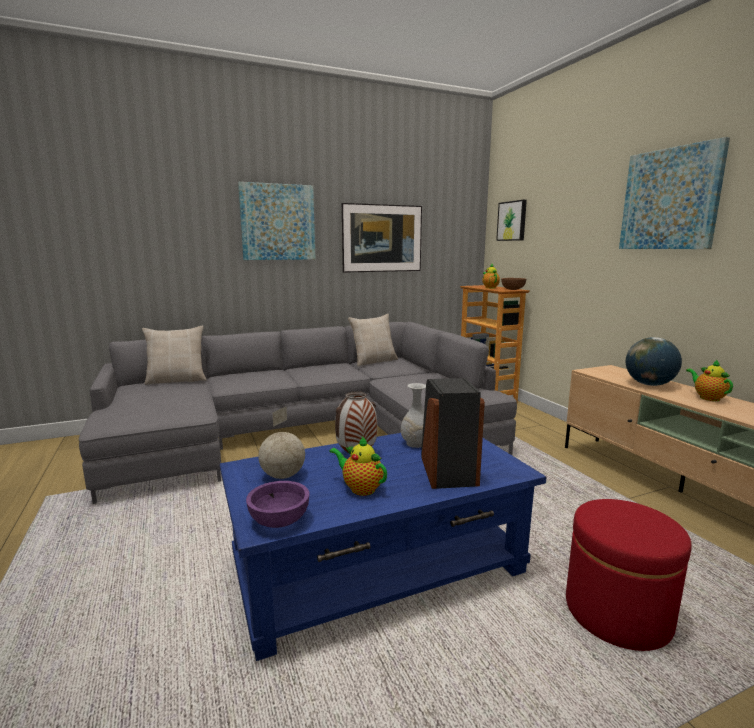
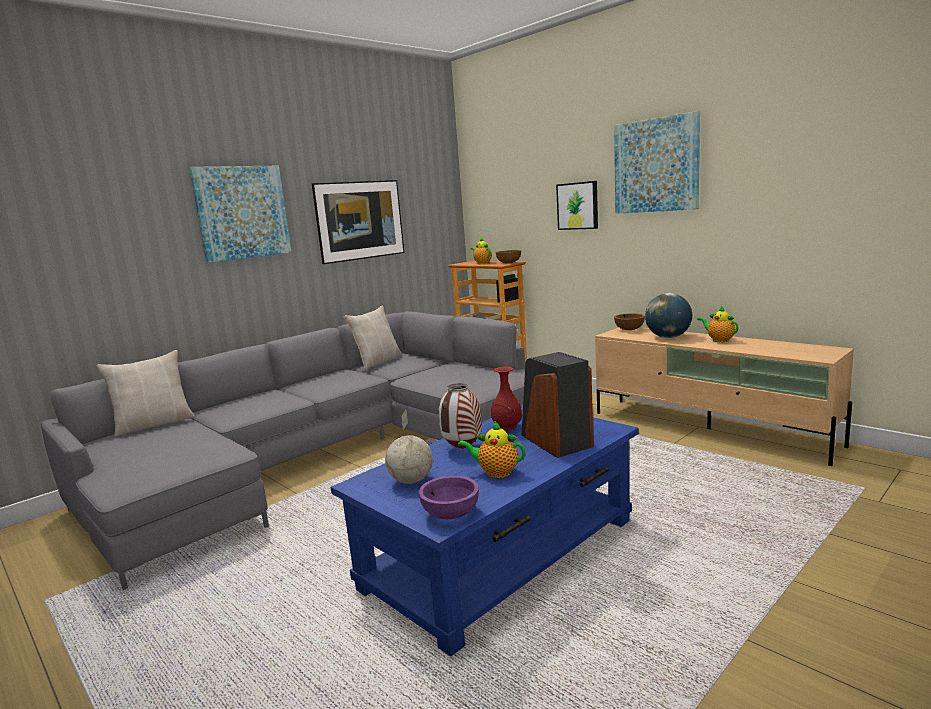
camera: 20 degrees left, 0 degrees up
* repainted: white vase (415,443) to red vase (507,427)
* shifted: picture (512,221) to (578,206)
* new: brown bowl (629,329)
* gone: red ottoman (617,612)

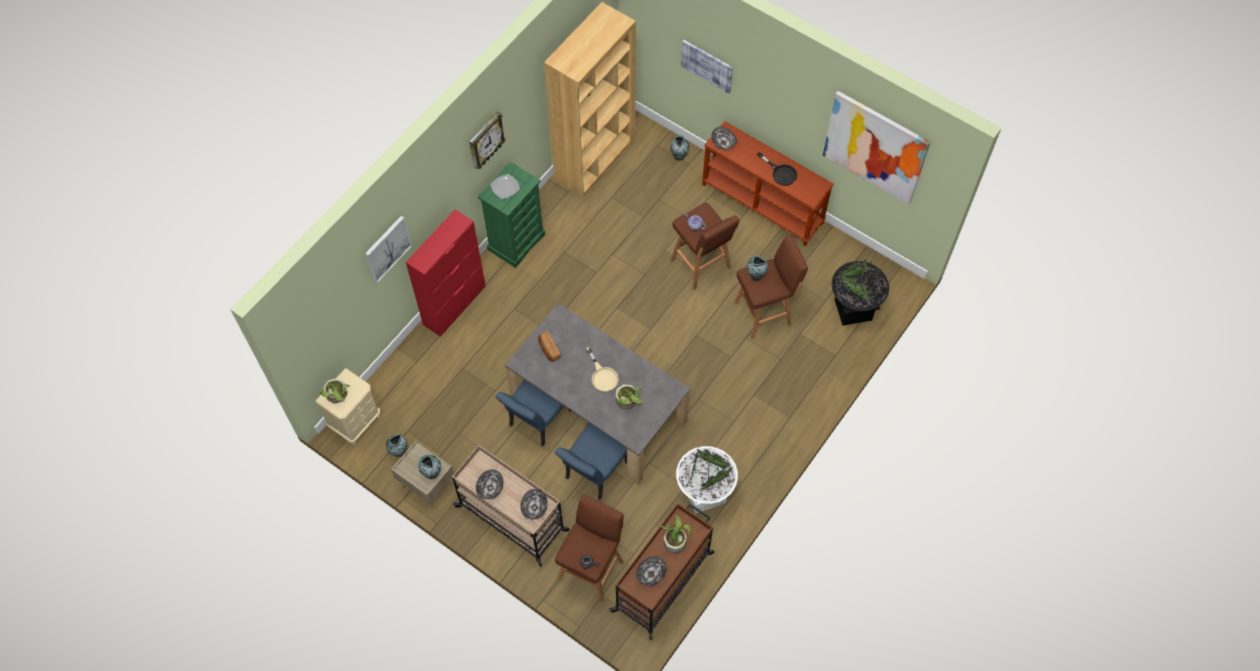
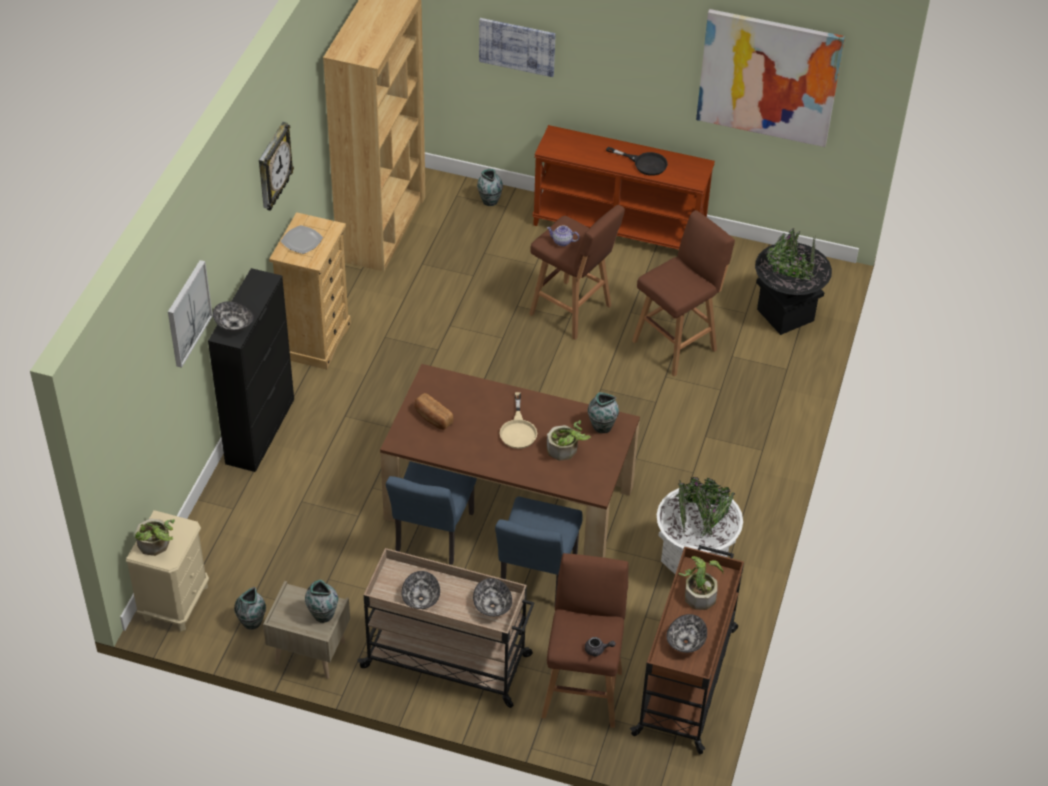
camera: 20 degrees left, 15 degrees down
* repainted: red cabinet (455,305) to black cabinet (260,431)
* shifted: bowl (723,143) to (234,325)
* repainted: green dresser (516,241) to beige dresser (315,340)
* repainted: grey dining table (599,409) to brown dining table (509,502)
* rotated: beige frying pan (602,375) = (518,430) 45 degrees clockwise
* shifted: vase (755,275) to (601,426)

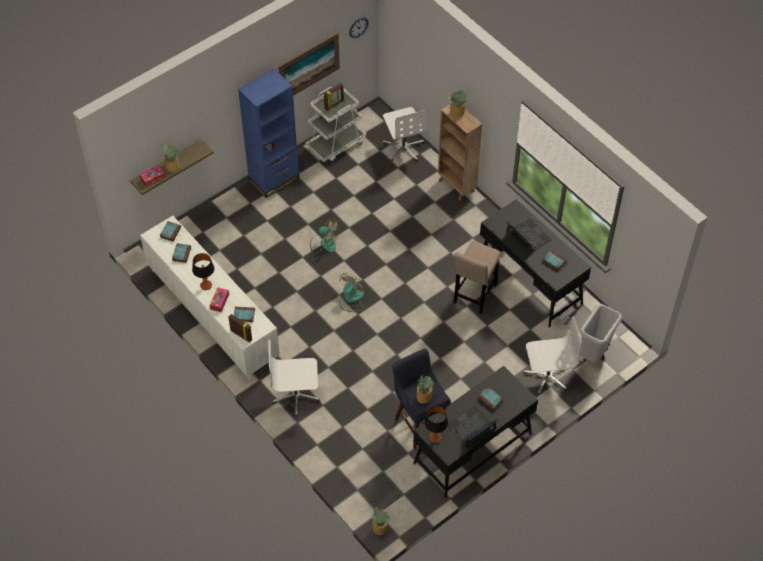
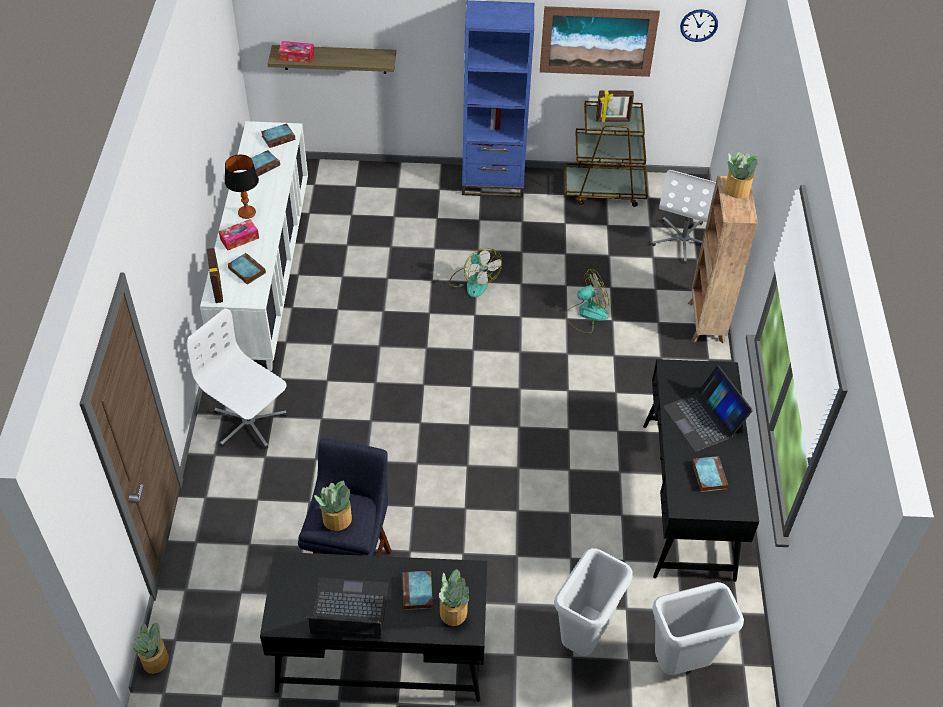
camera: 40 degrees right, 5 degrees down
* shifted: potted plant (172,166) to (453,611)
* swapped: white office chair (547,375) to grey trash can (584,639)
* repainted: white cart (336,144) to brown cart (604,189)
* shifted: fan (351,299) to (586,314)
* rotated: laptop (527,237) = (704,419) 150 degrees clockwise
* gone: table lamp (435,437)
* gone: beige stool (474,296)

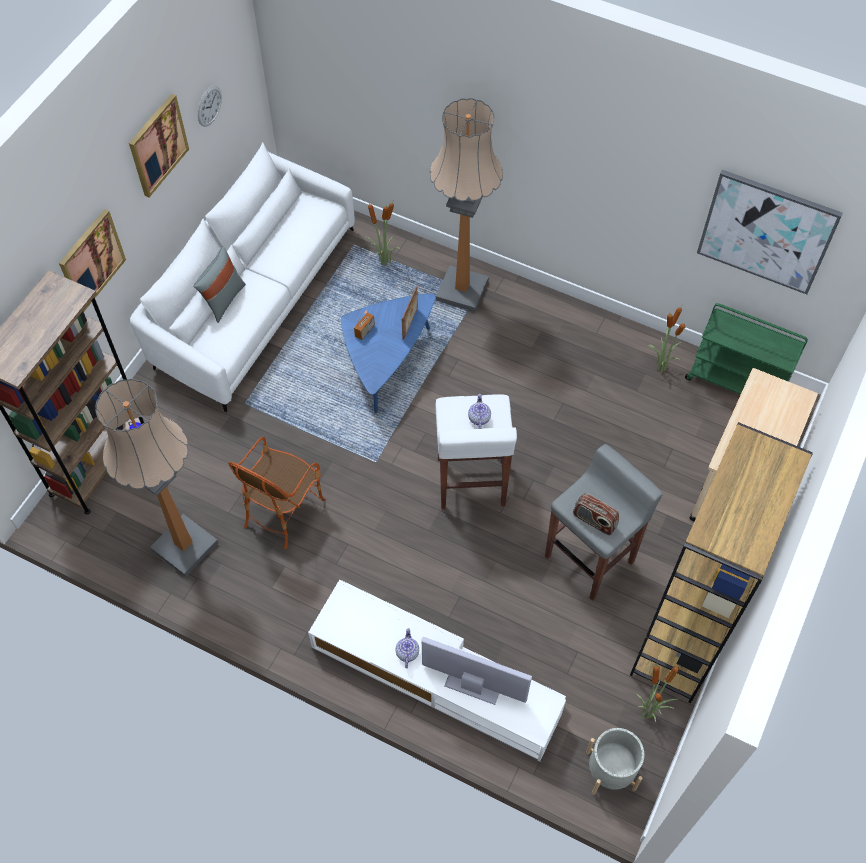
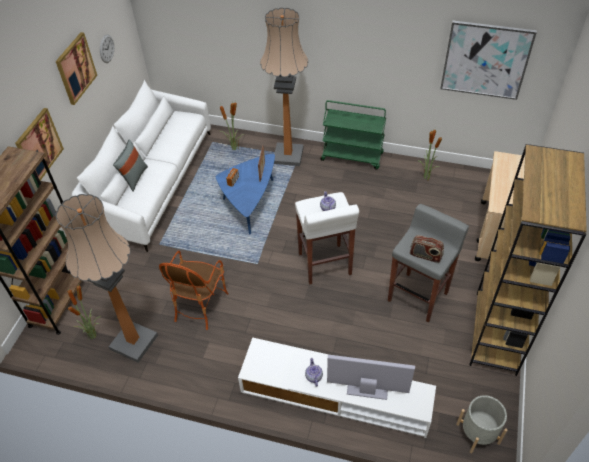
camera: 10 degrees left, 10 degrees down
* shifted: potted plant (648,713) to (93,335)
* shifted: green cart (736,382) to (352,157)

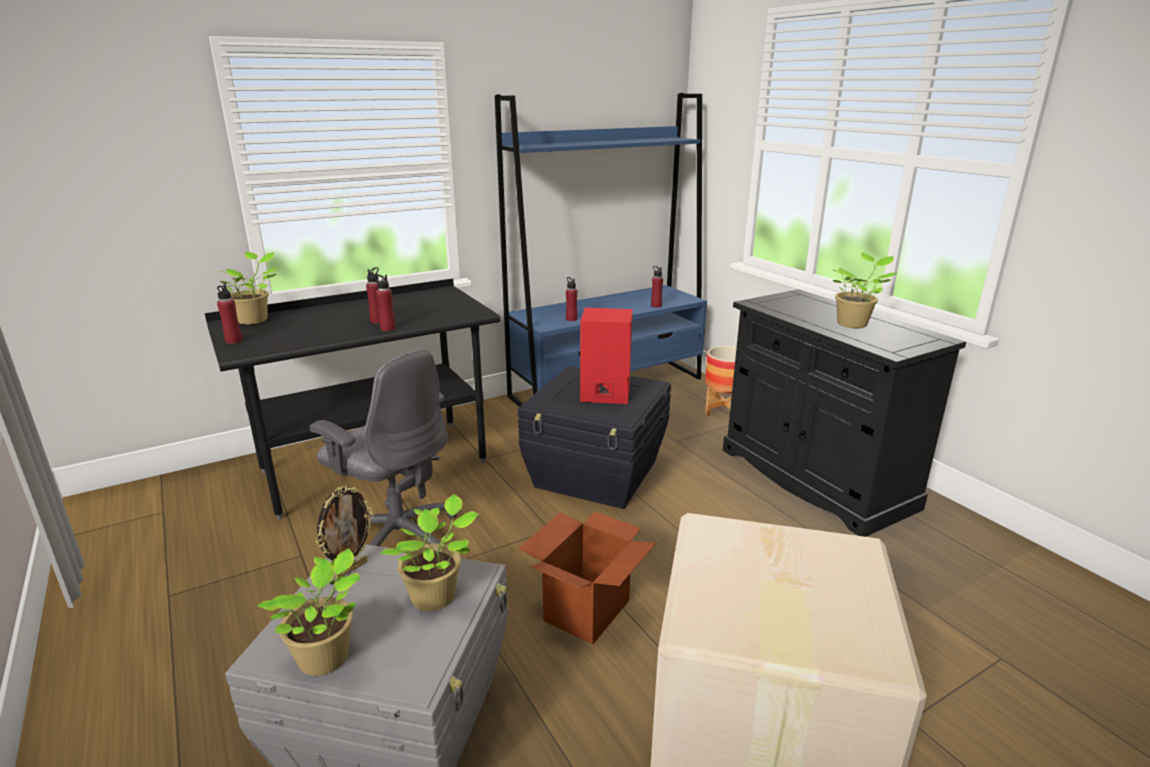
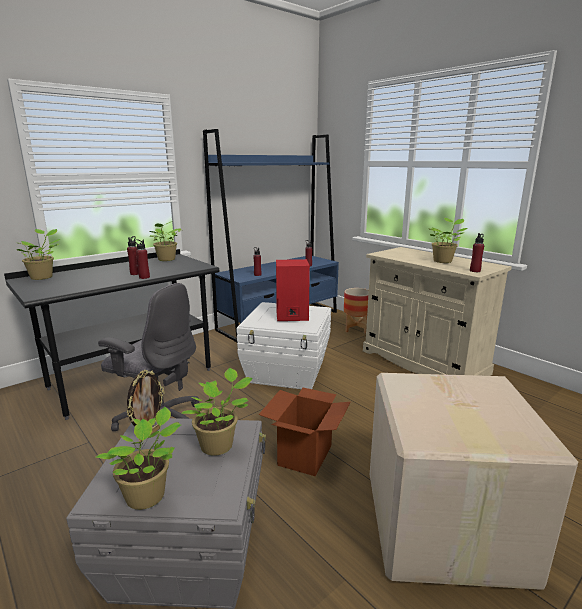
camera: 10 degrees left, 5 degrees down
* new: potted plant (166,259)
* repainted: black storage box (597,475) to white storage box (287,371)
* repainted: black cabinet (815,478) to beige cabinet (423,362)
* shifted: red bottle (234,341) to (475,271)

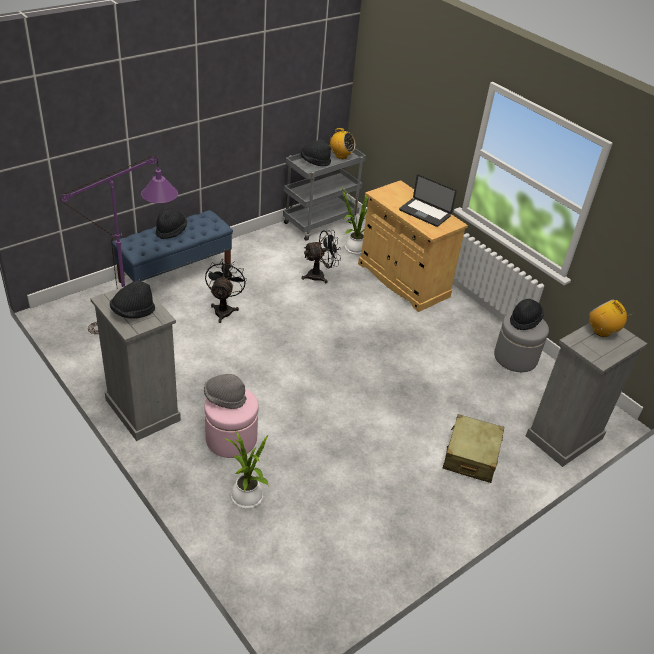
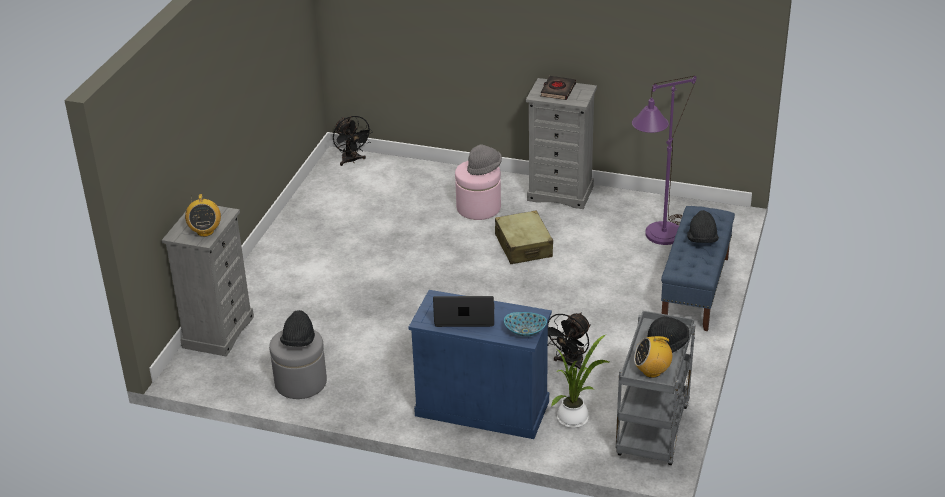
camera: 150 degrees right, 5 degrees down
* rotated: radio (602,331) = (205,231) 60 degrees clockwise
* shifted: black fan (224,309) to (352,161)
* repainted: beige cabinet (403,280) to blue cabinet (482,408)
* shifted: beige suitcase (471,456) to (523,246)
* new: bowl (525,332)
* swapped: black hat (133,312) to black book (557,90)
* gone: potted plant (247,499)

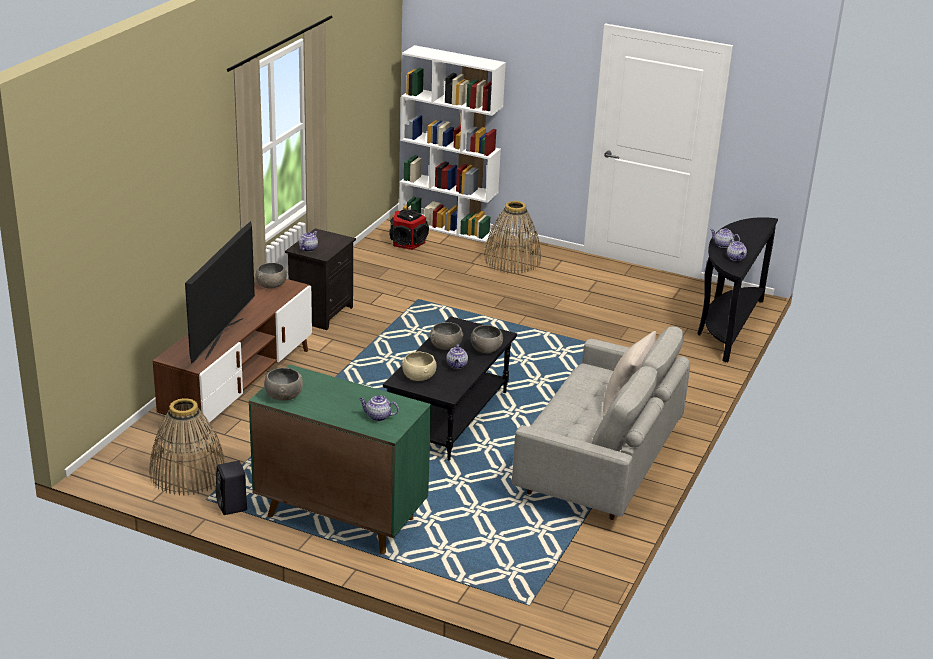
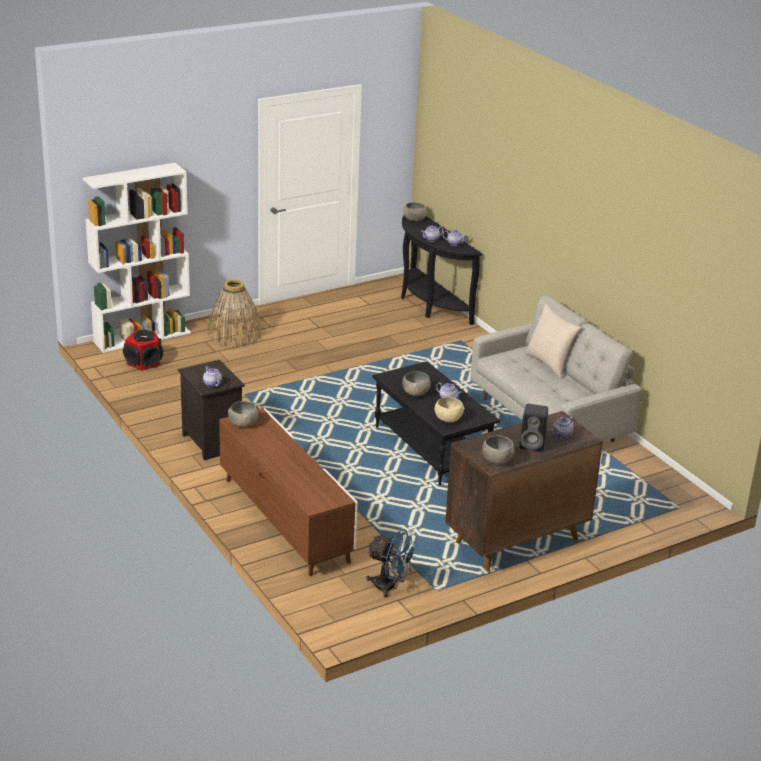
camera: 55 degrees left, 0 degrees up
* swapped: basket (188,473) to blue fan (390,587)
* shifted: grey bowl (485,349) to (414,219)
* repainted: green cabinet (339,517) to brown cabinet (516,541)
* shifted: black speaker (232,506) to (533,444)
* gone: television (223,338)

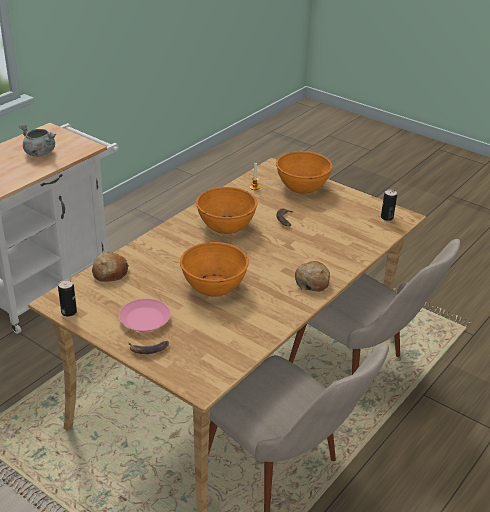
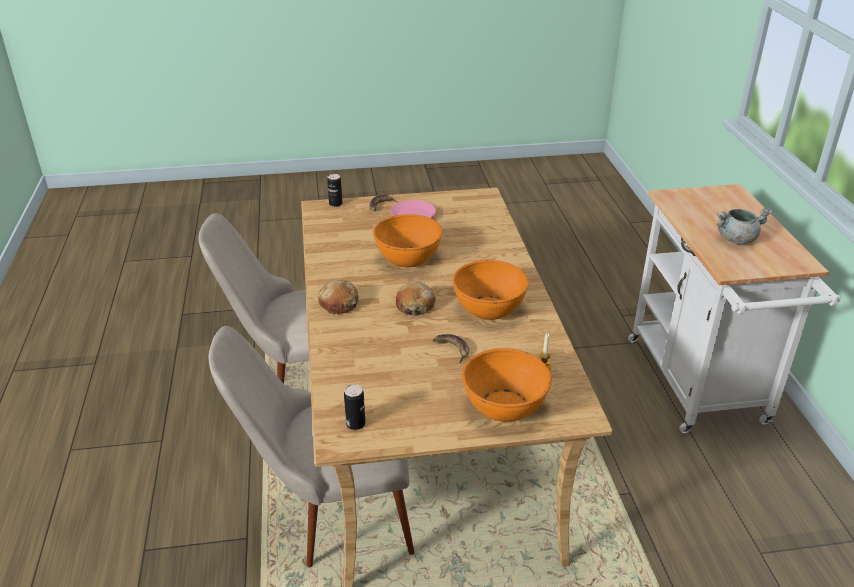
camera: 135 degrees right, 0 degrees up
* shifted: can (69,312) to (335,204)
* shifted: bread (109,272) to (415,305)

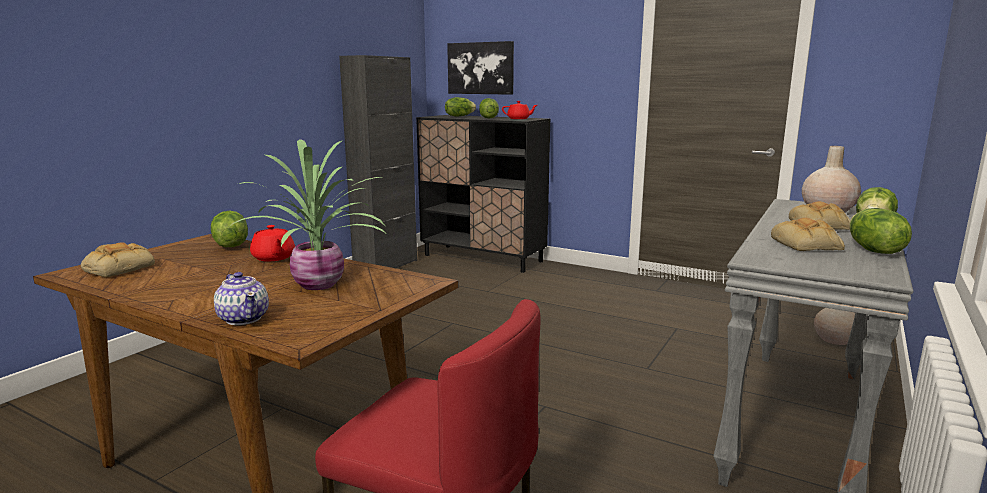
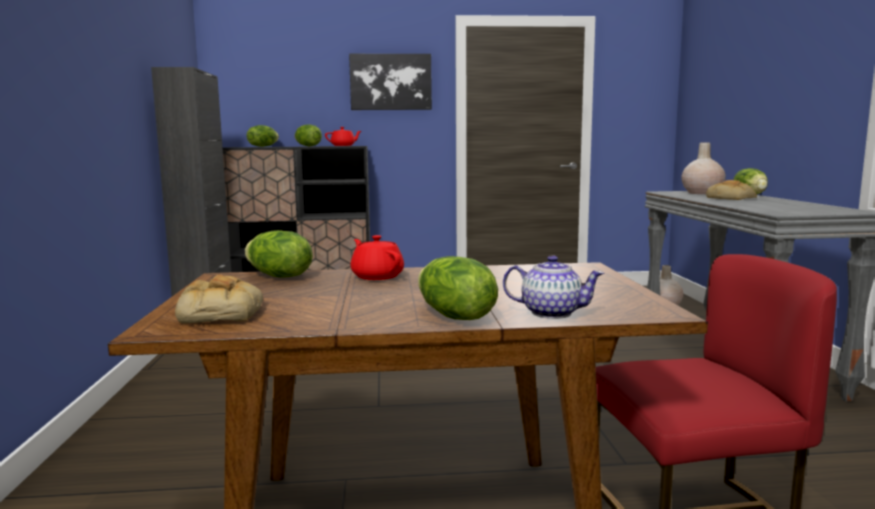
camera: 35 degrees left, 5 degrees down
* shifted: picture (481,68) to (390,82)
* rotated: red teapot (273,258) = (377,276) 150 degrees counterclockwise
* shifted: lettuce (873,250) to (454,316)
* gone: potted plant (321,284)
* gone: bread (807,245)

